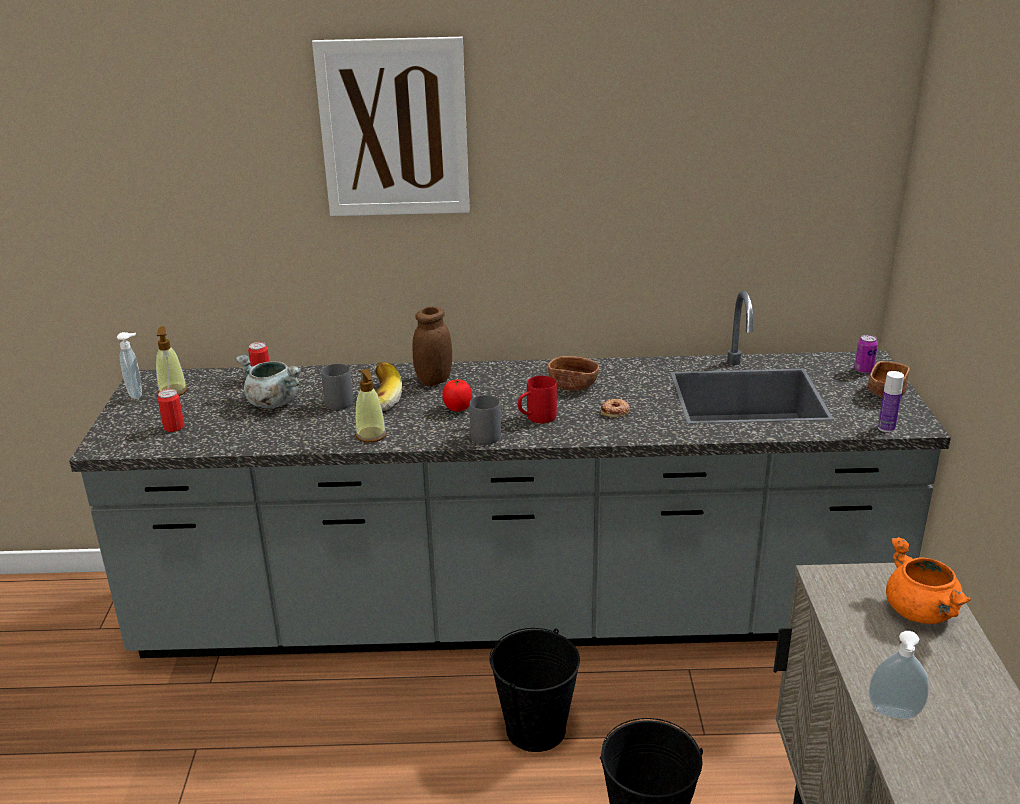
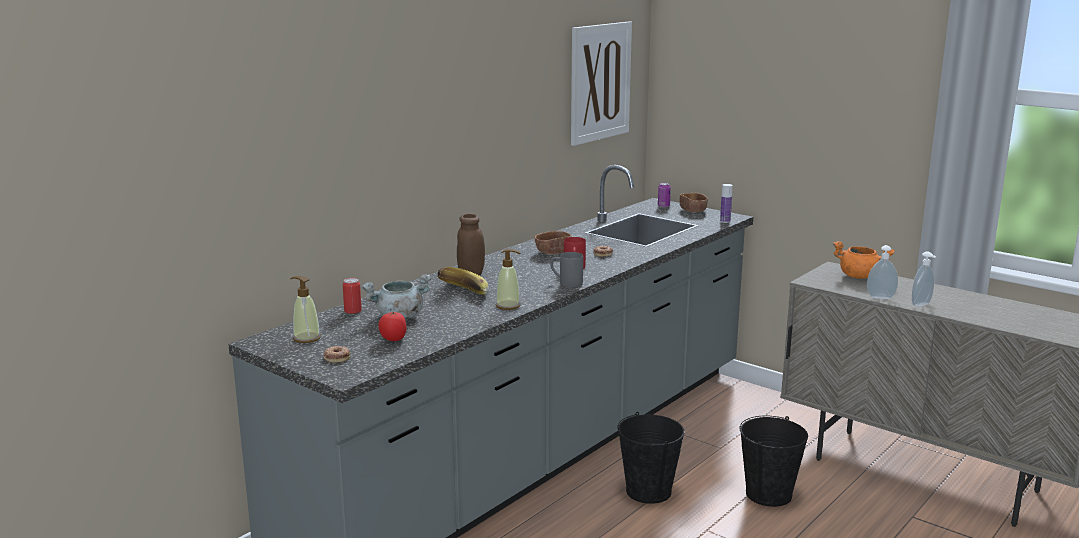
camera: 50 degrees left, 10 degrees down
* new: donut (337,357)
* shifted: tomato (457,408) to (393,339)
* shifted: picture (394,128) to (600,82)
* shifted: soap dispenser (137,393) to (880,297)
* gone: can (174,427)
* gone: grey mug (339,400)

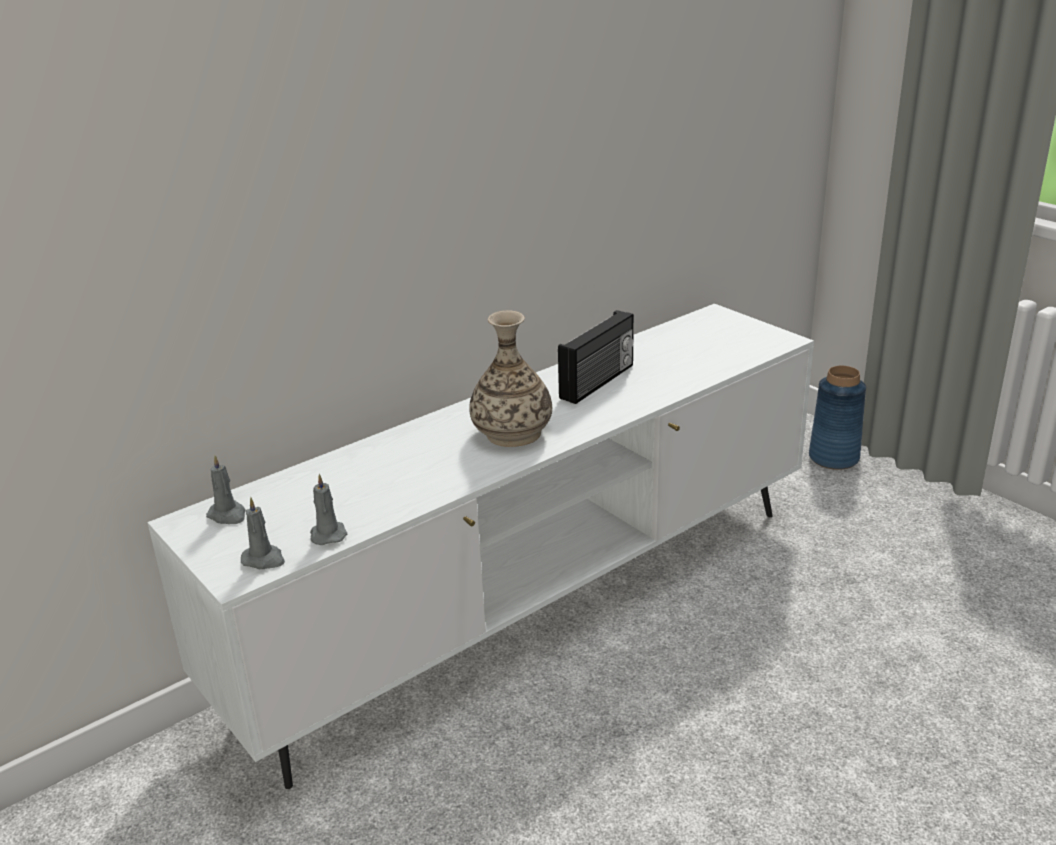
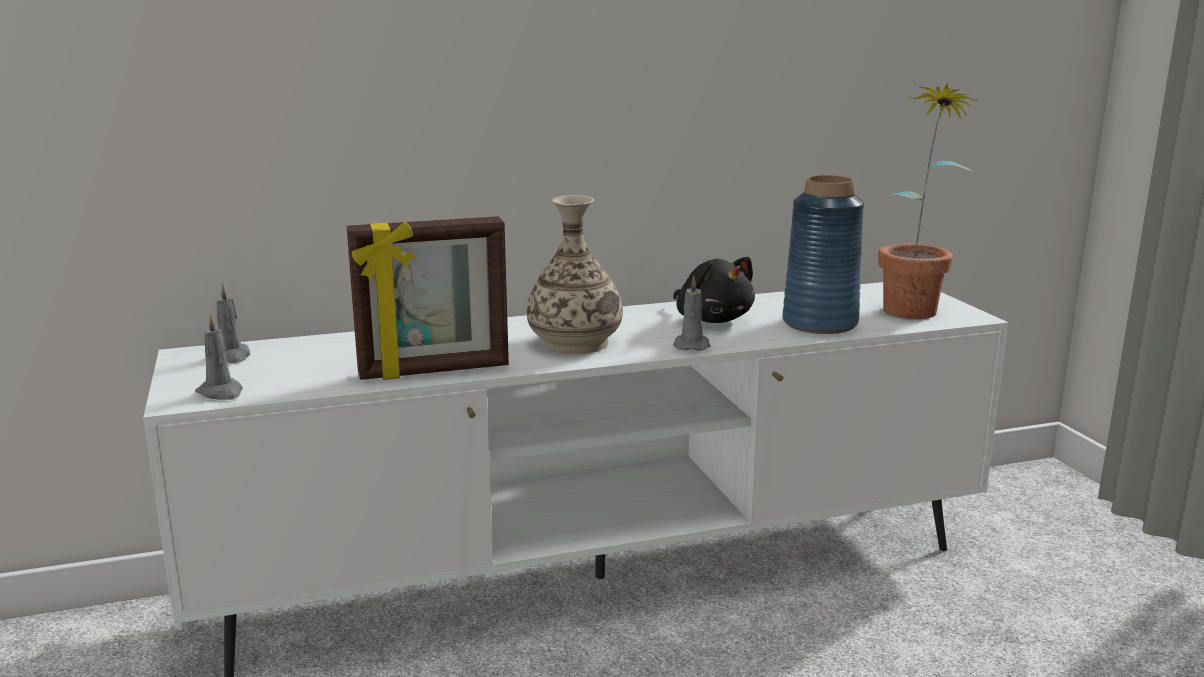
camera: 20 degrees right, 10 degrees down
* new: picture frame (434,371)
* swapped: radio (598,382) to black plush toy (712,319)
* shifted: grey candle (328,534) to (691,345)
* shifted: blue vase (834,458) to (820,323)
* new: potted plant (915,307)

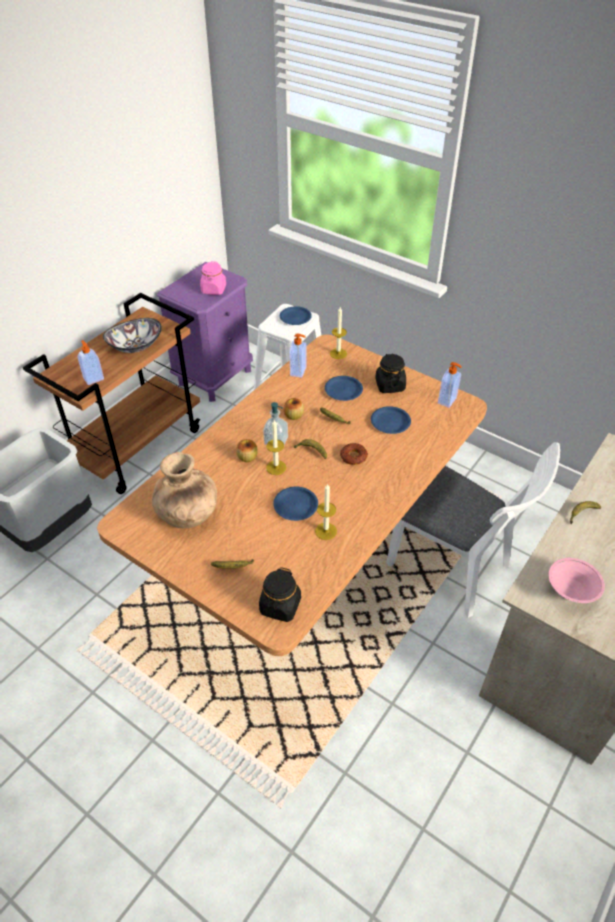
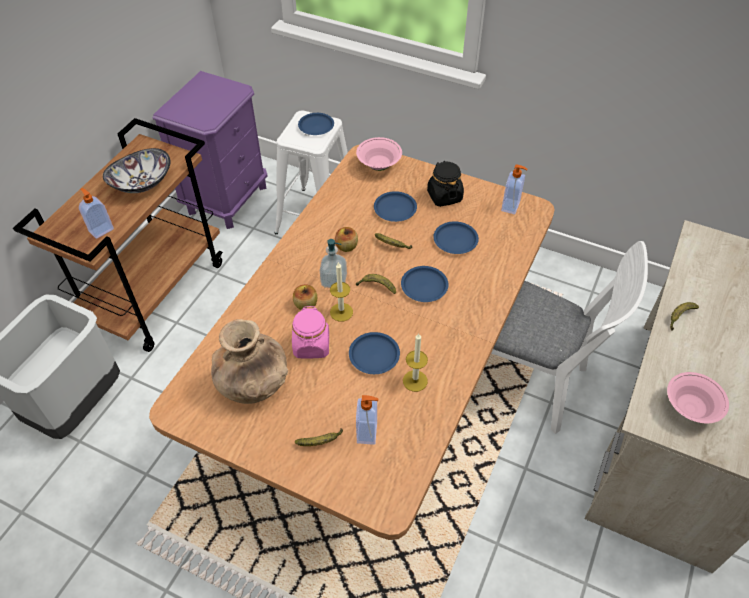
camera: 10 degrees left, 5 degrees up
* shifted: pink jar (214,290) to (311,345)
* swapped: candle (338,353) to pink bowl (379,165)
* shifted: soap dispenser (299,371) to (368,432)
* swapped: donut (353,457) to blue plate (424,287)
* gone: black jar (280,606)

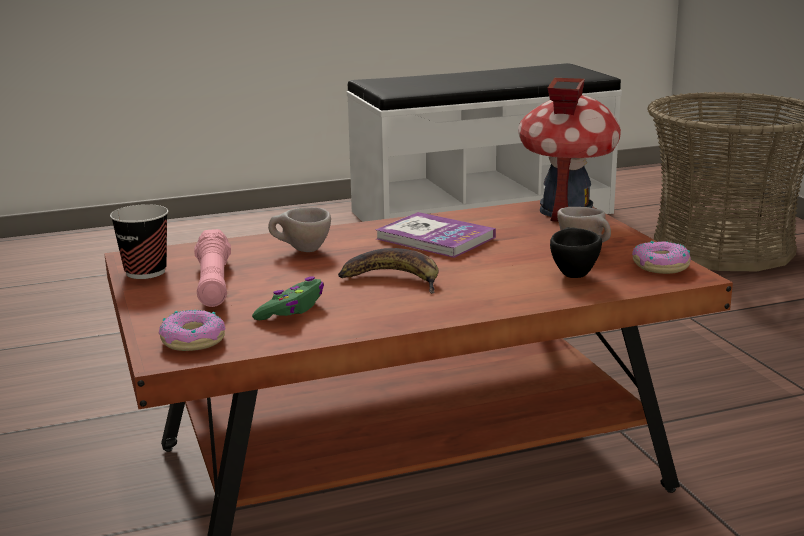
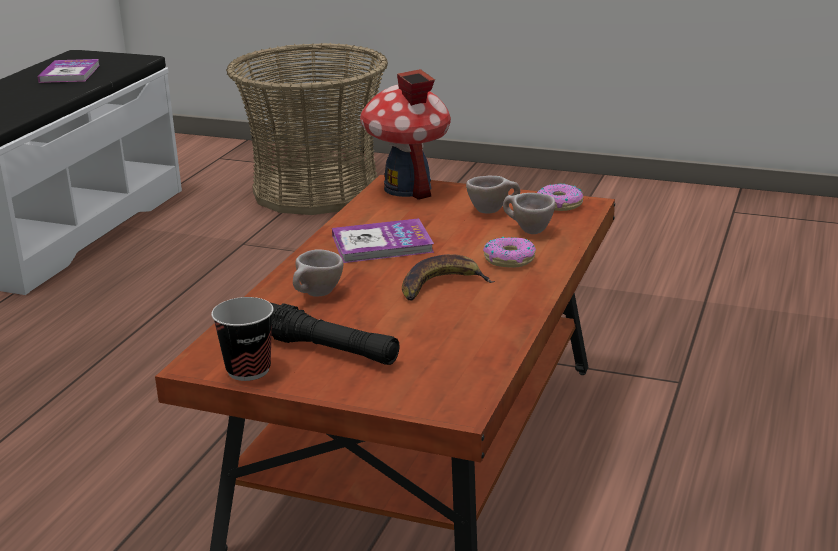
camera: 50 degrees left, 5 degrees up
* new: book (70,73)
* repainted: pink flashlight (213,283) to black flashlight (329,349)
* shifted: donut (194,340) to (509,259)
* repainted: black cup (571,273) to beige cup (527,230)
* gone: green game controller (292,309)

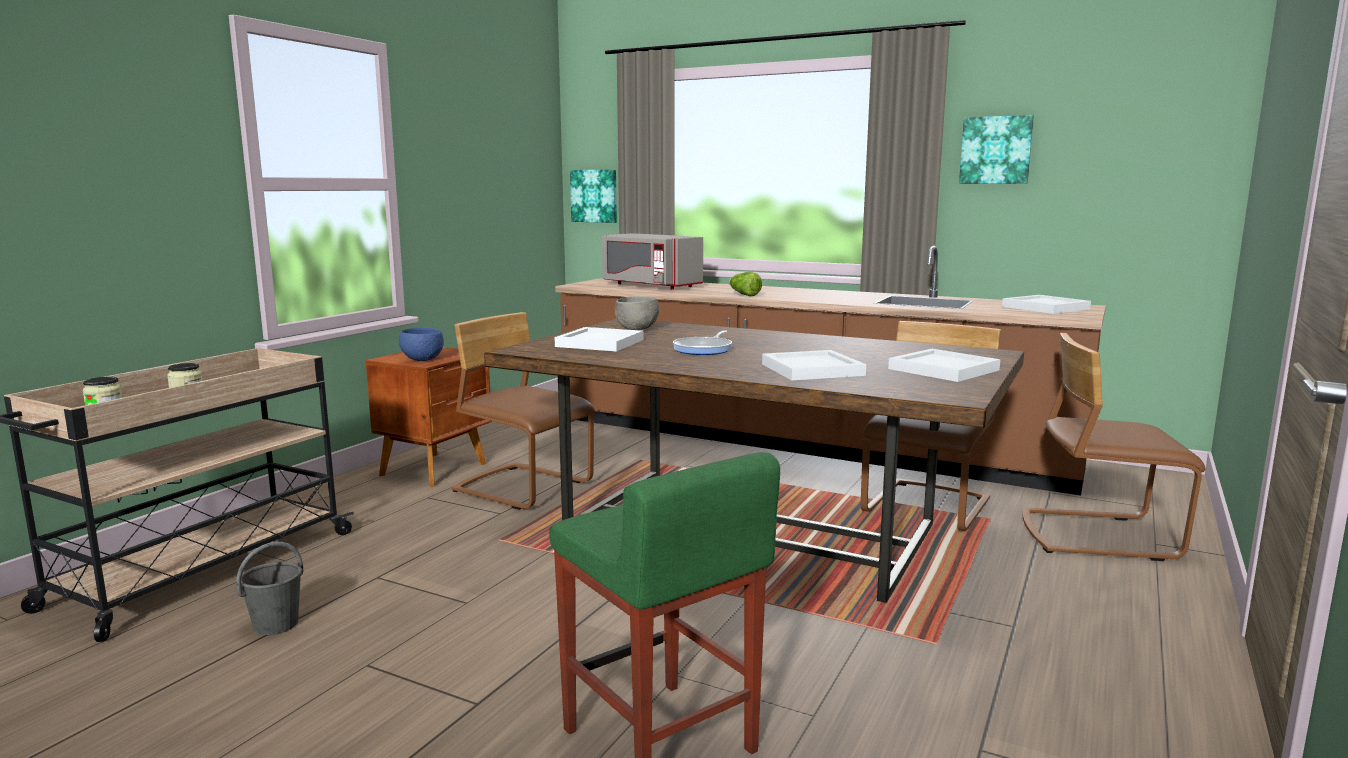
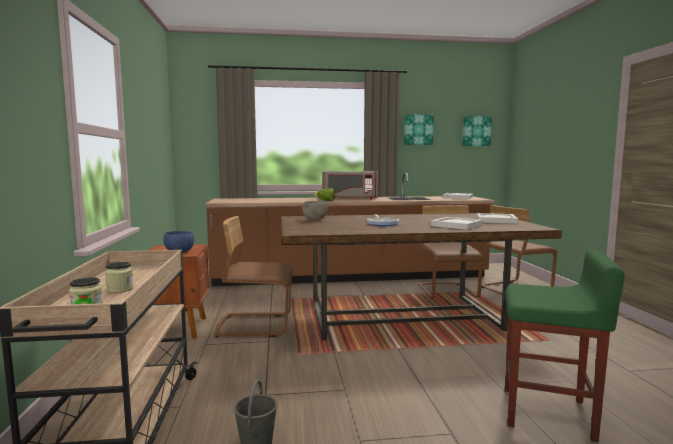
camera: 35 degrees left, 5 degrees down
* shifted: grey microwave (650,285) to (350,199)
* shifted: picture (594,196) to (476,131)
* gone: white tray (598,343)

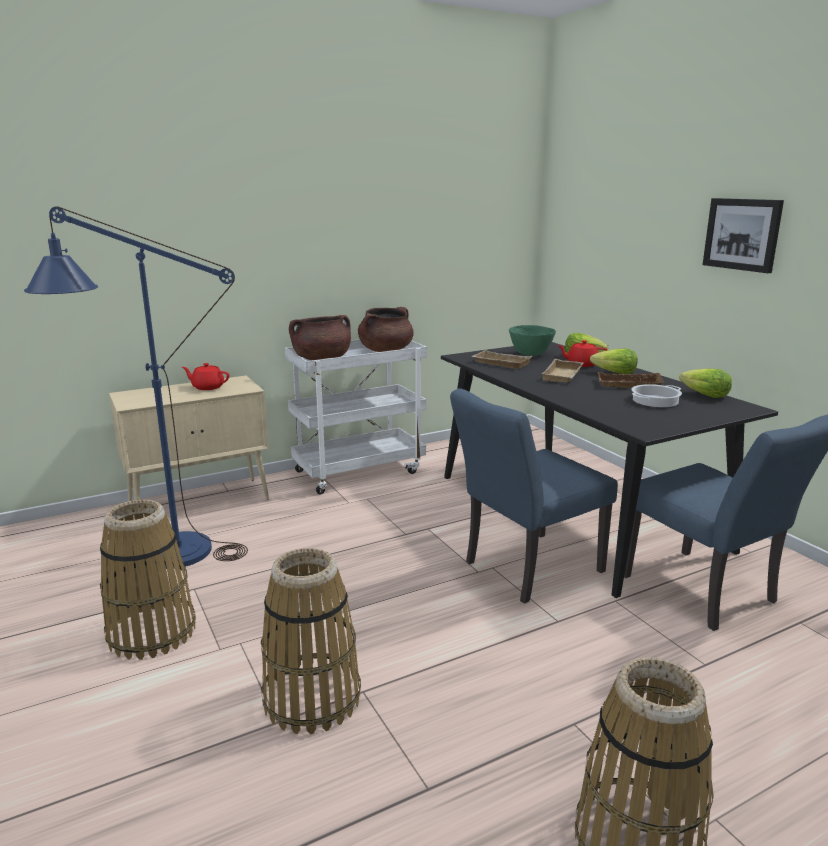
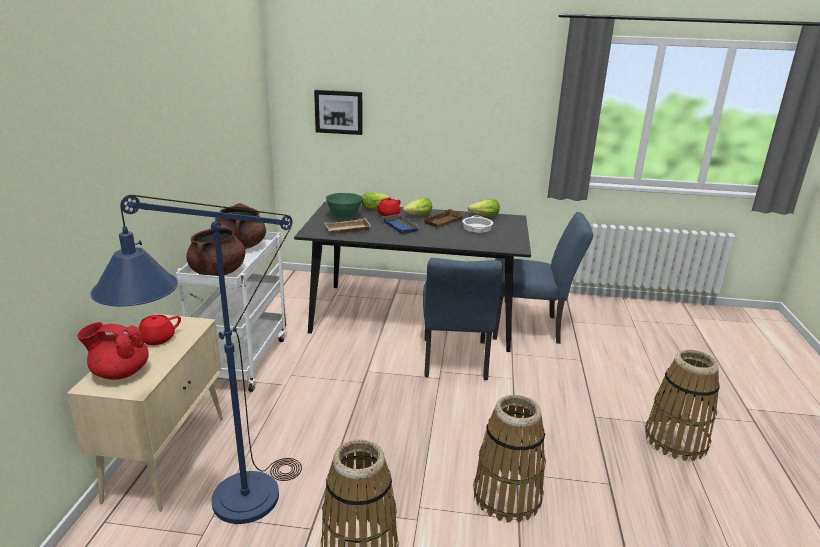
camera: 55 degrees left, 5 degrees up
* new: red teapot (120,372)
* shifted: picture (742,234) to (339,112)
* repainted: beige tray (564,376) to blue tray (402,227)

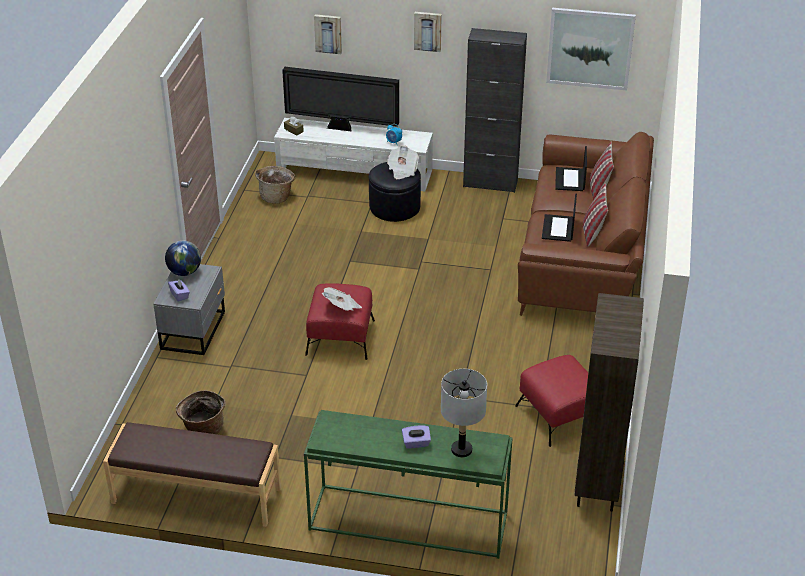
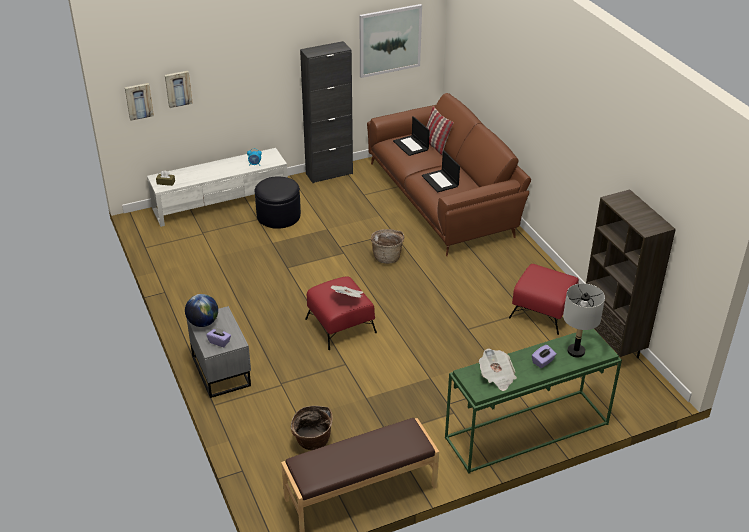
camera: 35 degrees left, 0 degrees up
* shifted: picture (428,31) to (139,101)
* shifted: basket (276,197) to (387,256)
* shifted: newspaper (402,170) to (497,377)
* gone: television (341,128)
* gone: pillow (593,232)

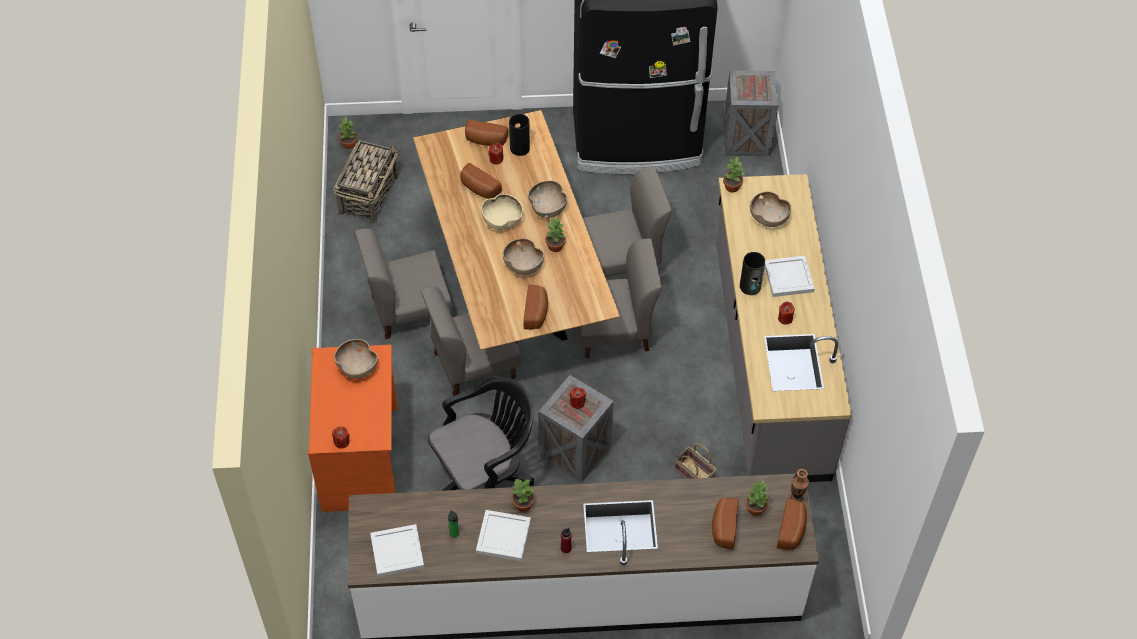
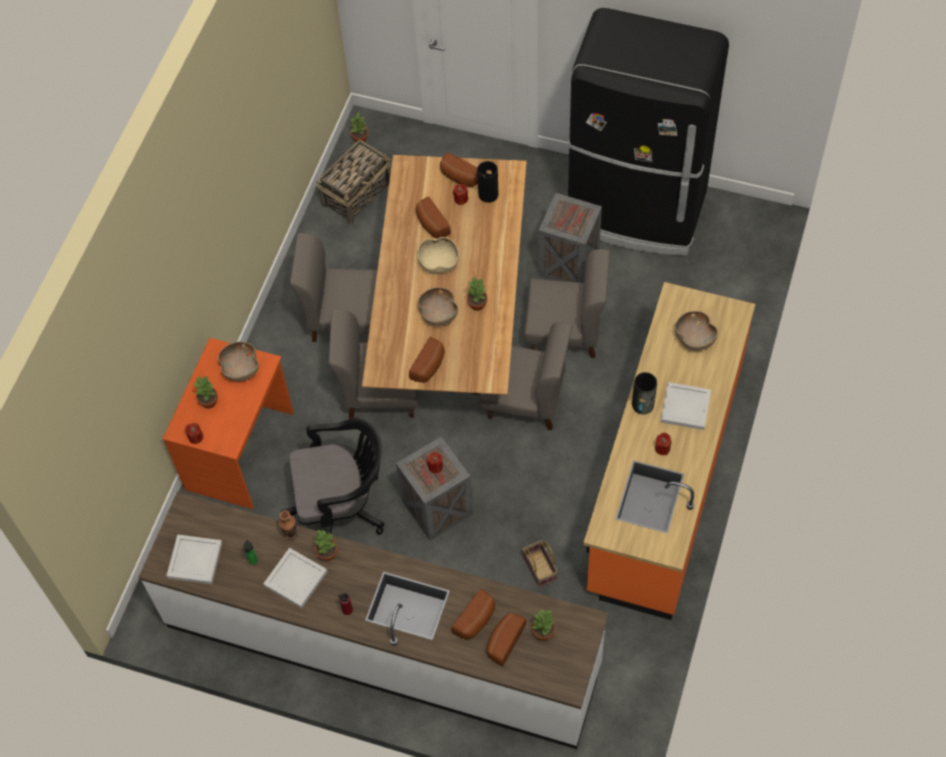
camera: 25 degrees right, 5 degrees up
* shifted: potted plant (732,186) to (209,401)
* shifted: vase (796,496) to (291,535)
* shifted: bread (792,530) to (476,620)
* shifted: crate (745,139) to (567,264)
* repainted: grey counter (768,361) to orange counter (663,478)
* gone: brown bowl (548,208)

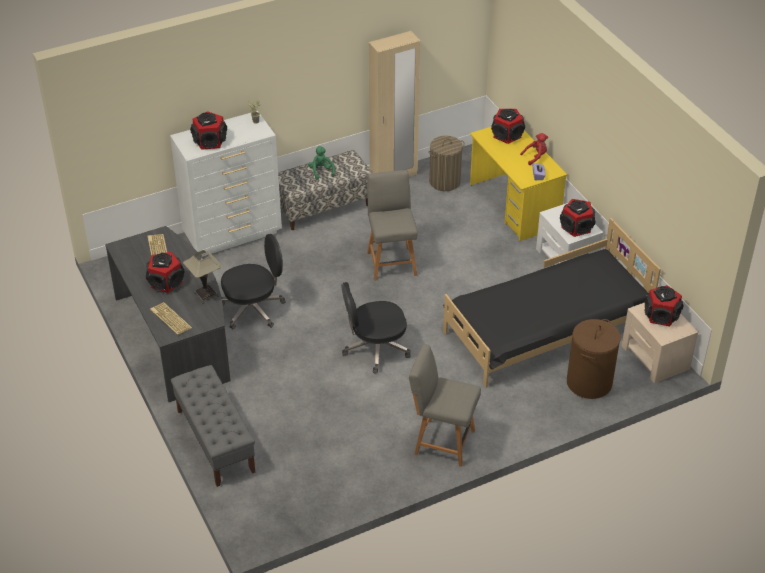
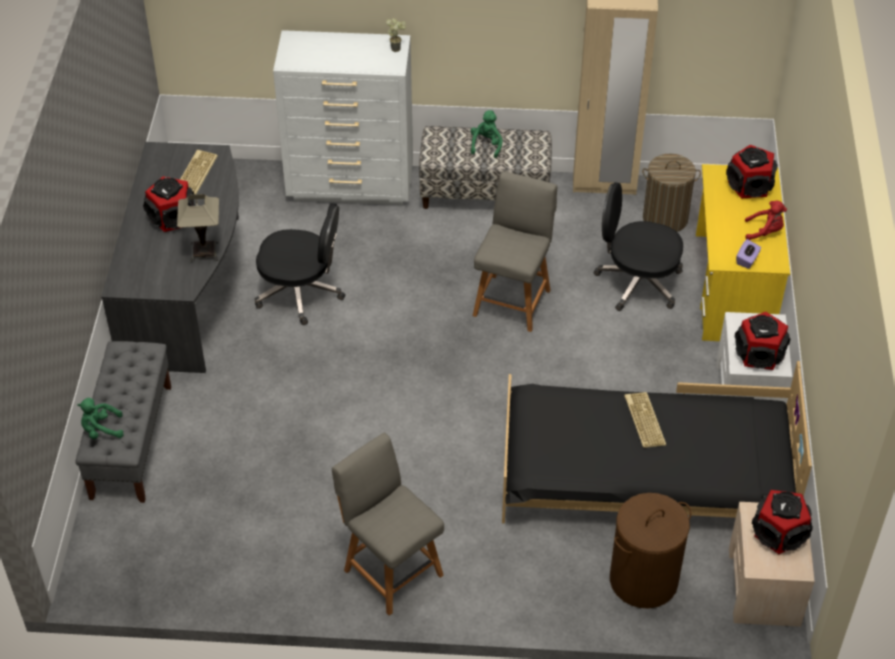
camera: 30 degrees right, 5 degrees up
* new: green plush toy (101,430)
* shifted: black office chair (375,349) to (637,282)
* shifted: keyboard (170,319) to (643,420)
* gone: speaker (210,141)

